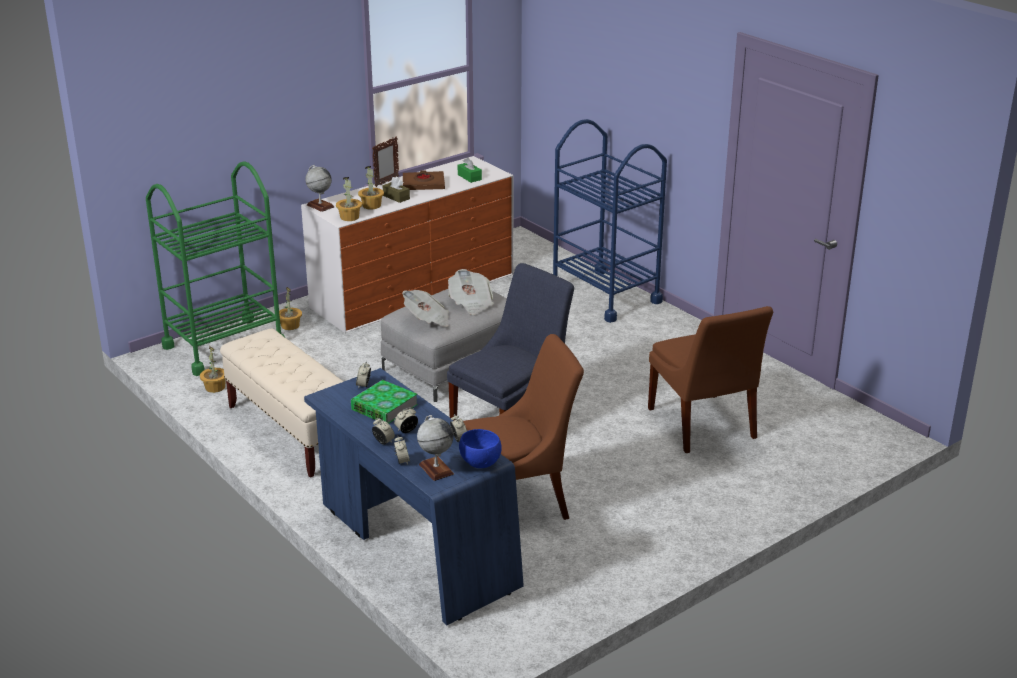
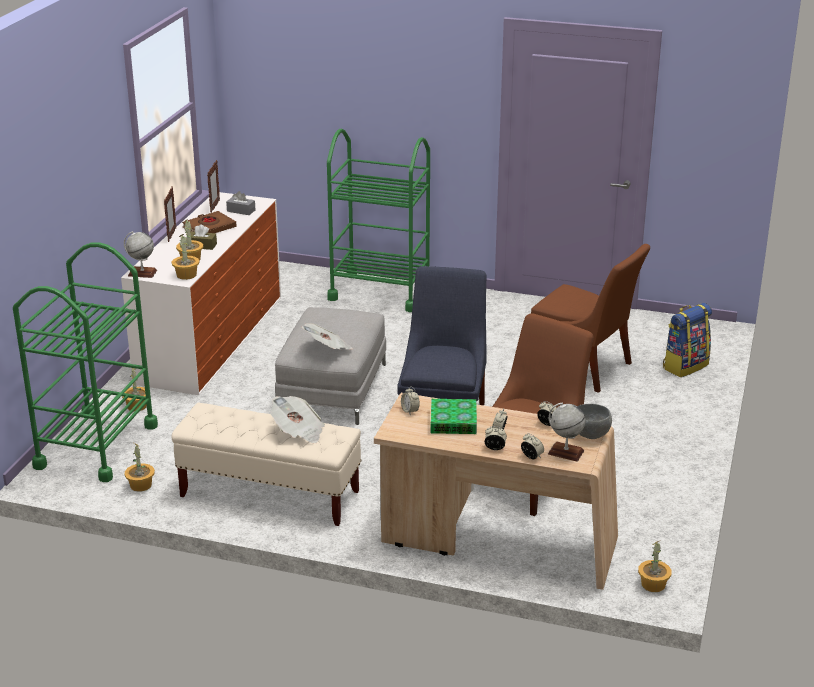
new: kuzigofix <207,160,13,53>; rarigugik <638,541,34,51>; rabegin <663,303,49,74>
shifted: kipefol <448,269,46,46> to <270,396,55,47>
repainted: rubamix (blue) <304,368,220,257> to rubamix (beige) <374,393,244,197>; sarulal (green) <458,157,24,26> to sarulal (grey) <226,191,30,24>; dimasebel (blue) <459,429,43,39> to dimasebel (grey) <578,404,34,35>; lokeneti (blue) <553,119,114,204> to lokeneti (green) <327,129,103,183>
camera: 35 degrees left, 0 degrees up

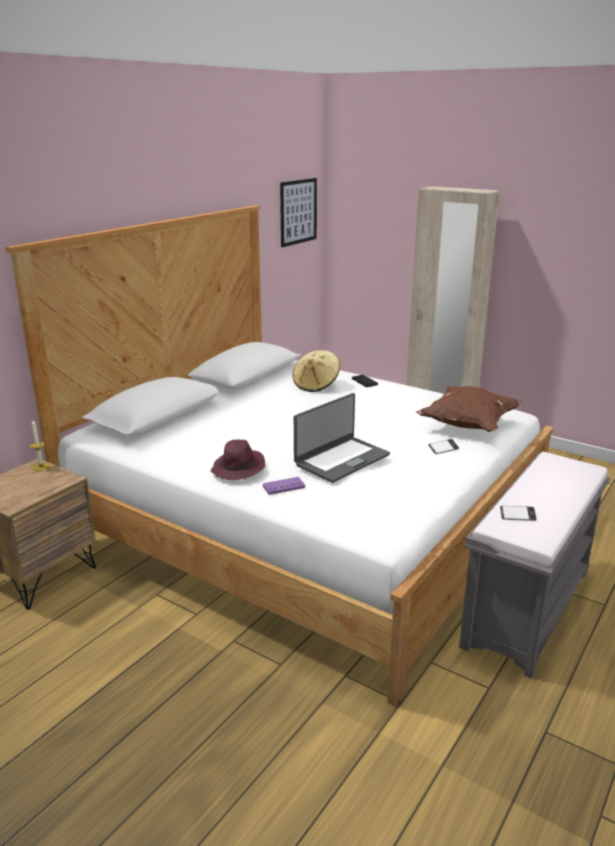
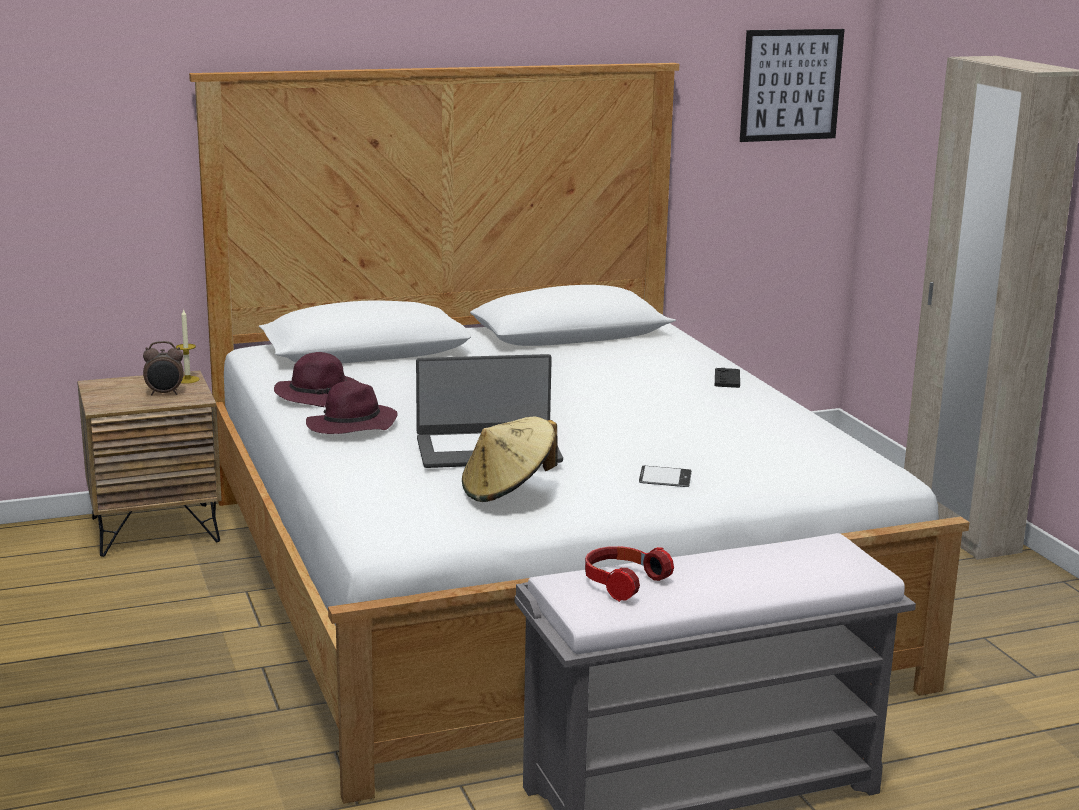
gone: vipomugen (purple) <263,477,42,18>; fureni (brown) <416,386,107,46>
new: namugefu <143,341,41,54>; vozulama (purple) <274,352,84,55>
shifted: vozulama (beige) <292,350,48,42> to <462,417,95,85>
swapped: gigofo <500,506,37,15> to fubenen <585,546,89,56>
camera: 35 degrees right, 5 degrees down

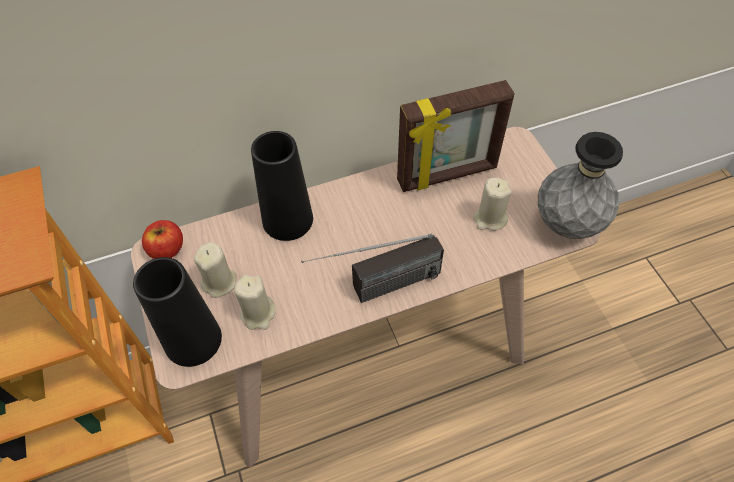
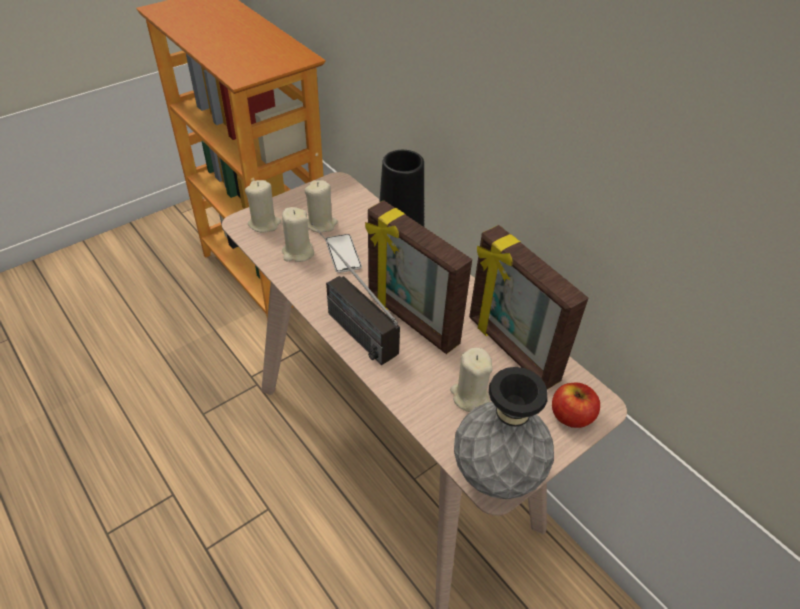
new: gigofo <326,234,36,39>; kuzigofix <365,200,107,154>
shifted: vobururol <142,220,41,39> to <552,382,48,46>
swapped: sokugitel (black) <133,257,89,110> to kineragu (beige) <245,180,36,53>
camera: 70 degrees right, 10 degrees down

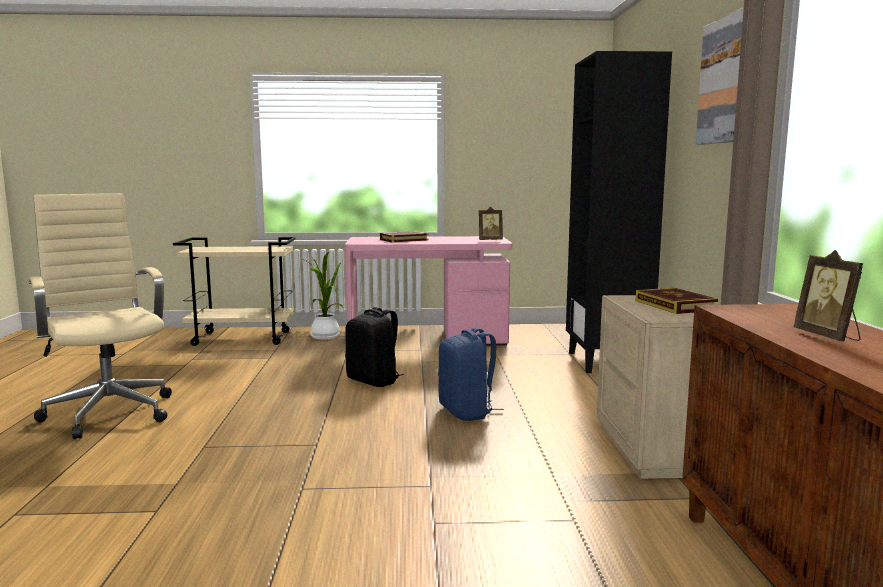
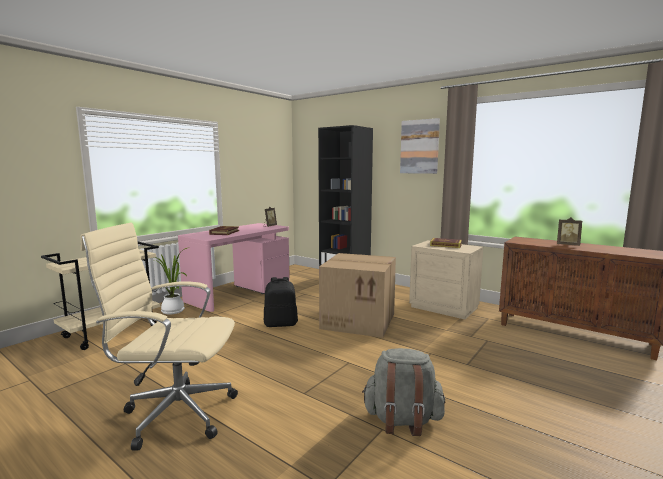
new: rabegin (grey) <362,348,83,88>
swapped: rabegin (blue) <438,327,66,94> to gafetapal <319,253,77,85>
camera: 50 degrees left, 0 degrees up

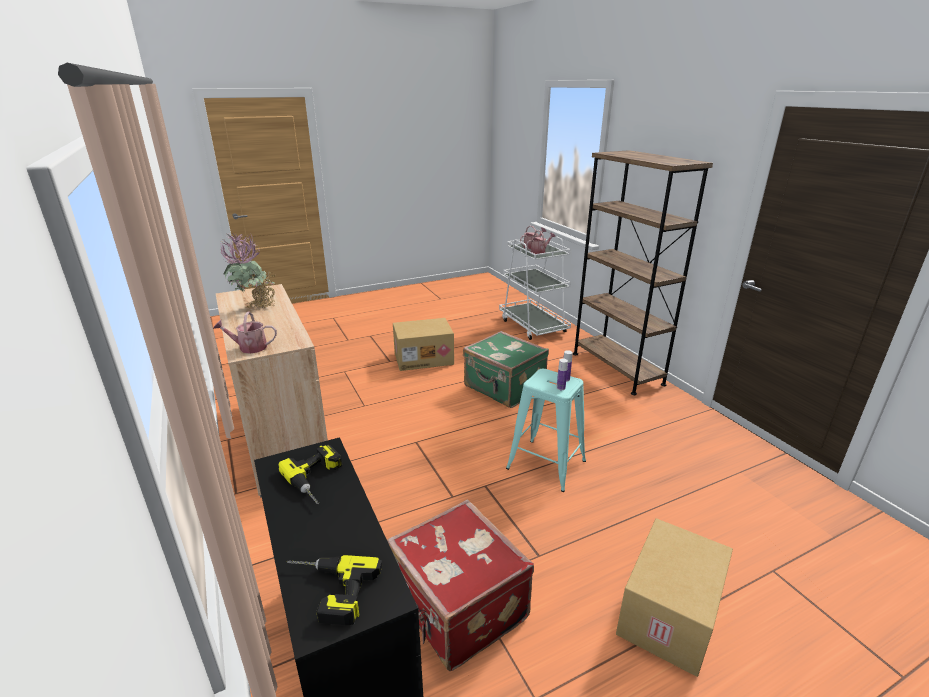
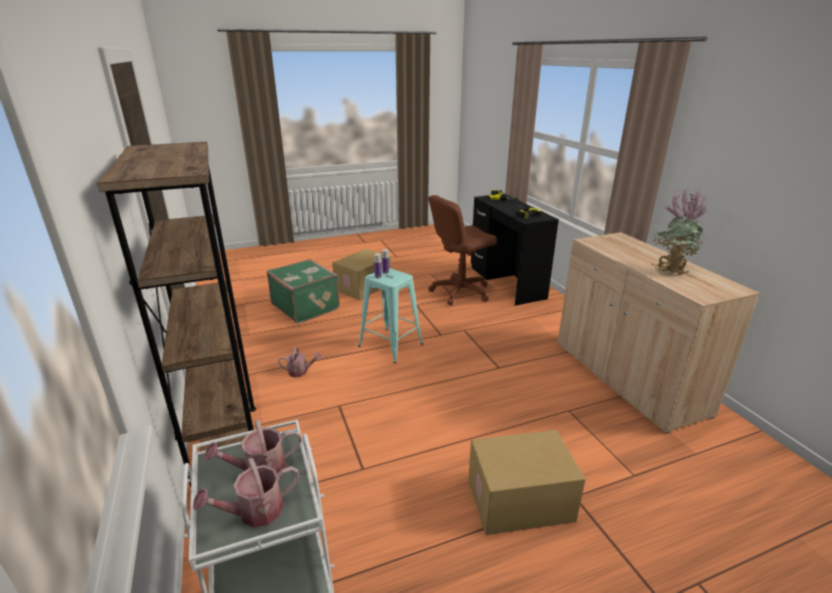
shifted: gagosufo <213,312,64,42> to <278,347,44,31>; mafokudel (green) <463,331,86,77> to <267,259,73,64>
swapped: mafokudel (red) <387,499,147,172> to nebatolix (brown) <428,195,69,110>
camera: 175 degrees left, 0 degrees up

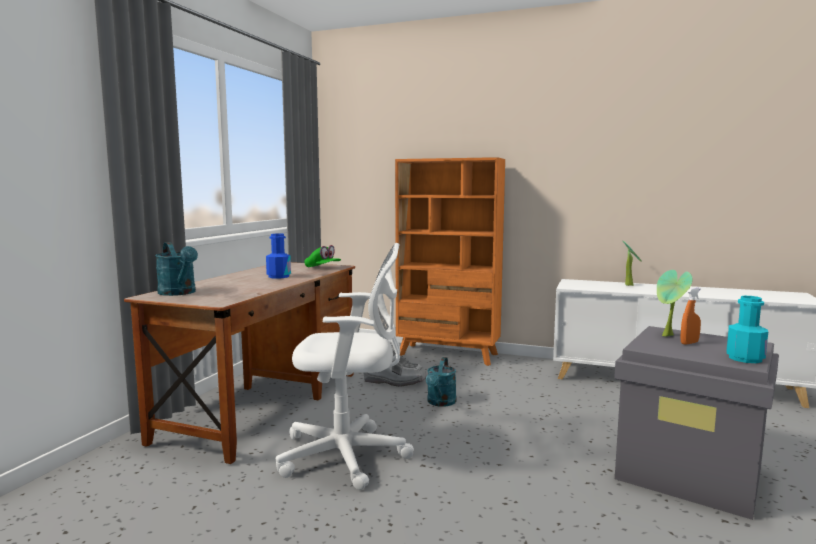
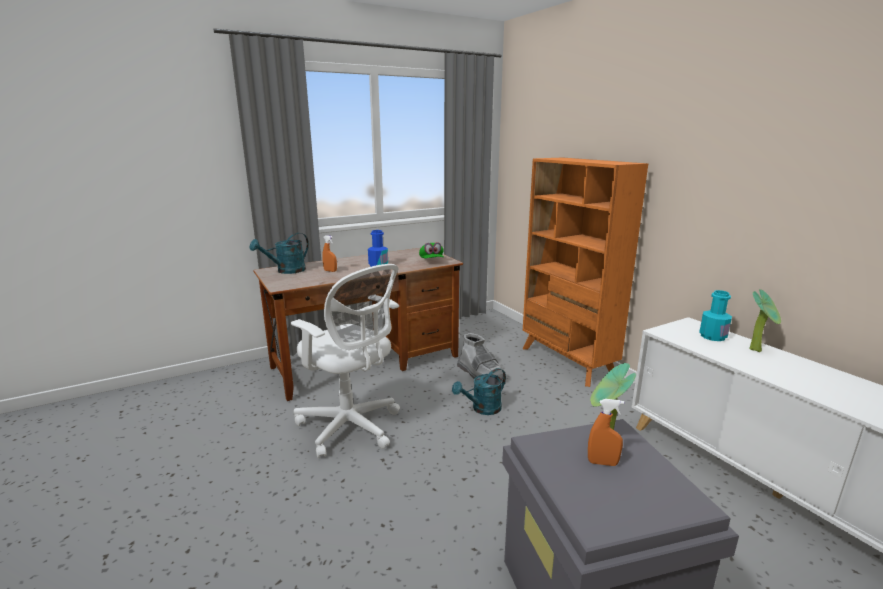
new: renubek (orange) <322,235,15,37>
shifted: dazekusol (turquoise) <726,296,42,67> to <699,290,33,51>
rotated: gagosufo (turquoise) <155,242,43,54> = <250,233,59,41> 45 degrees clockwise
camera: 40 degrees right, 10 degrees up

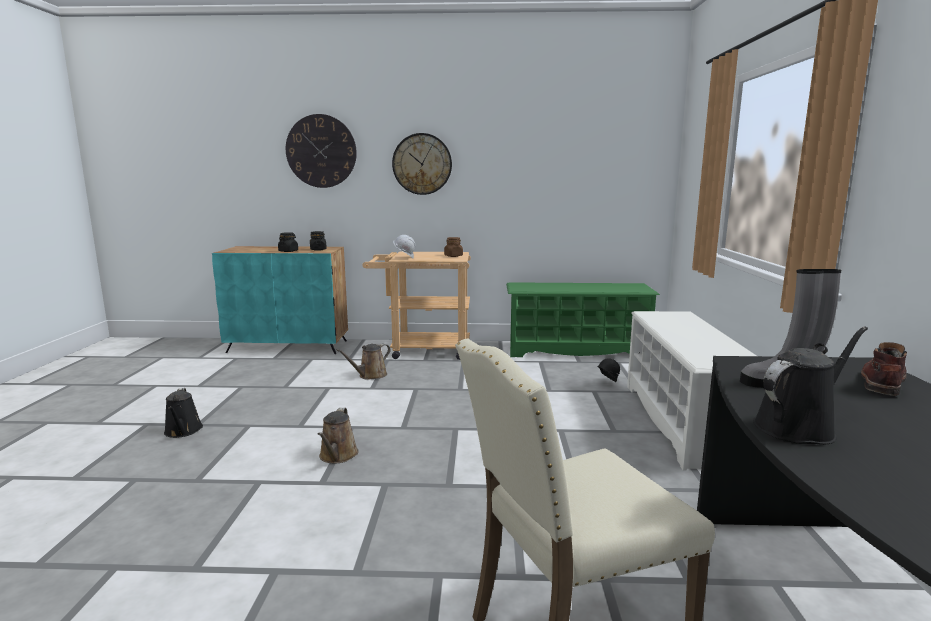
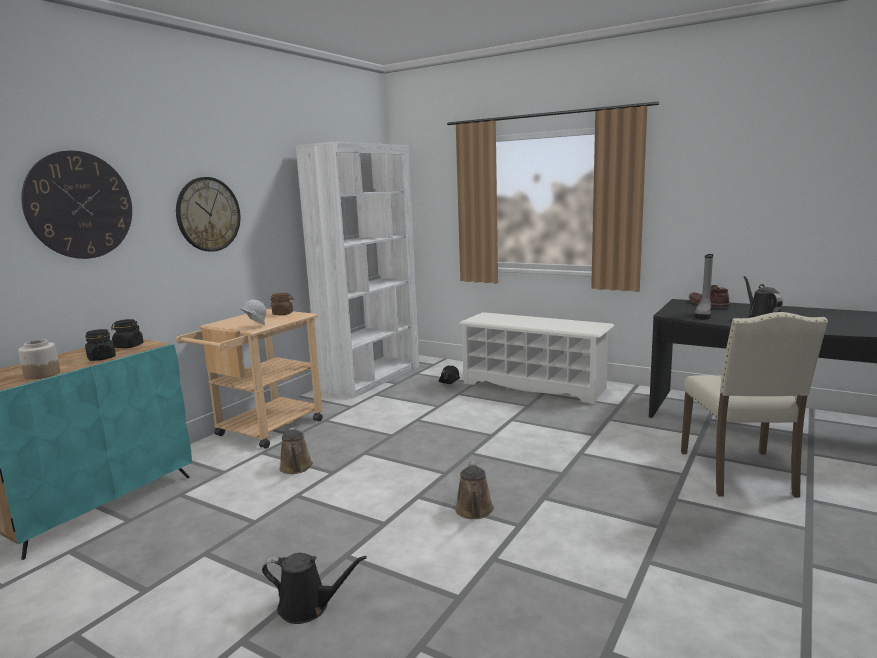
new: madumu <18,340,42,39>
swapped: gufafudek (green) <506,282,154,75> to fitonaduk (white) <296,142,123,256>
rotated: gagosufo (brown) <317,408,42,55> = <455,461,39,58> 60 degrees clockwise
camera: 60 degrees left, 0 degrees up

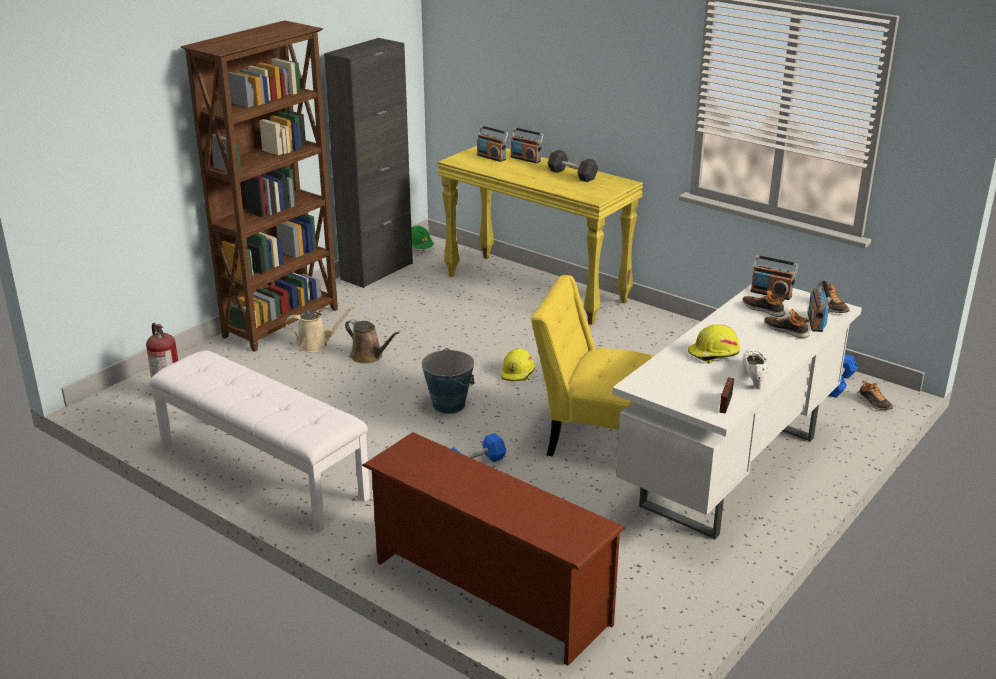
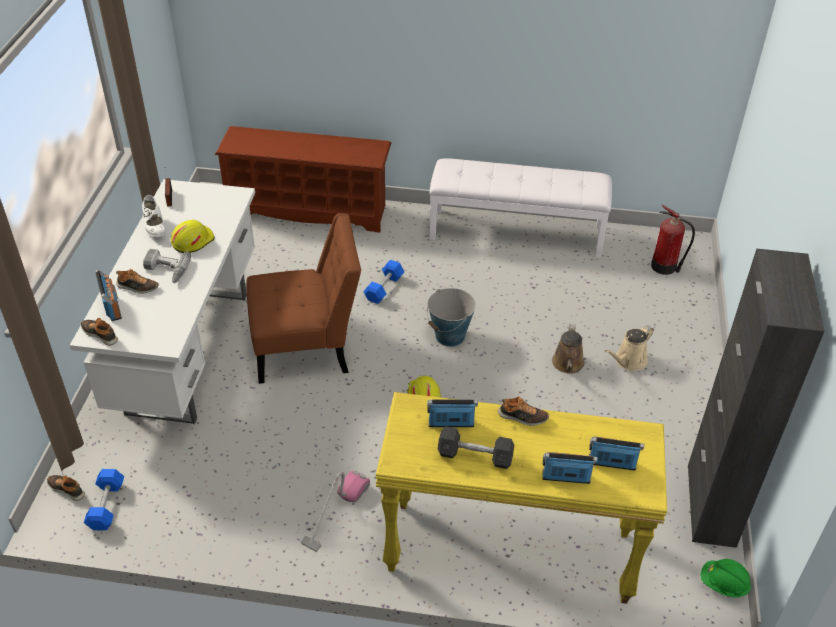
gone: fitonaduk (brown) <181,20,157,332>
new: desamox <143,249,48,34>; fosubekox <301,471,69,81>
shifted: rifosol <742,289,43,28> to <498,397,51,29>; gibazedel <750,255,48,45> to <427,399,51,28>
repainted: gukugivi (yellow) <531,275,124,181> to gukugivi (brown) <246,213,115,171>
rotated: gagosufo (brown) <345,319,54,45> = <552,324,33,50> 90 degrees counterclockwise
camera: 150 degrees right, 15 degrees up

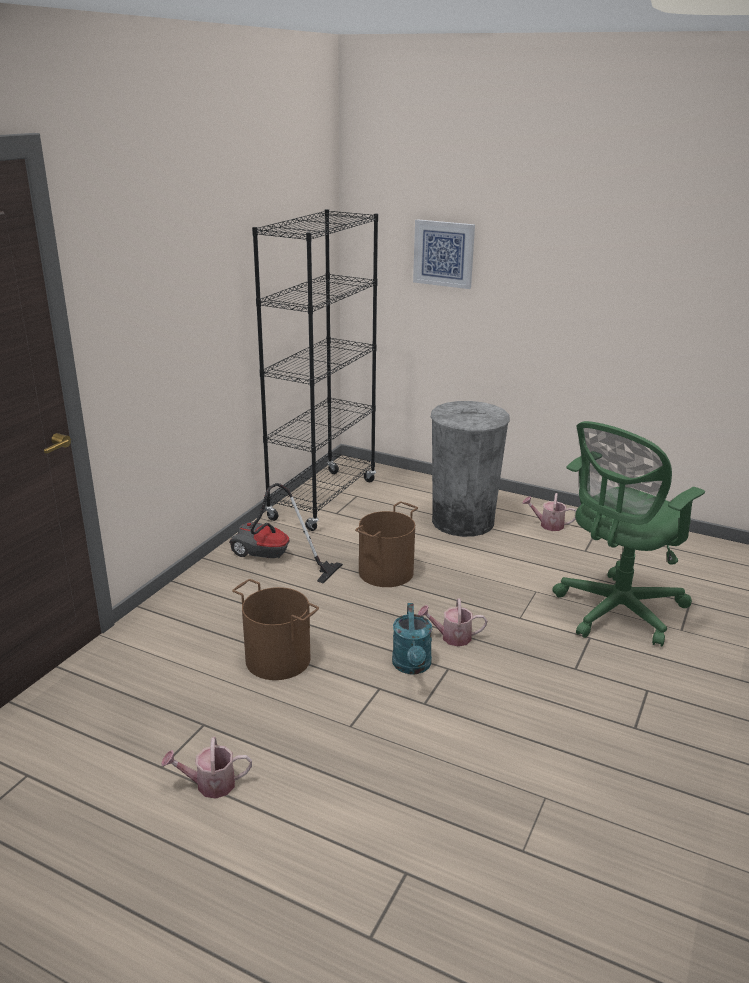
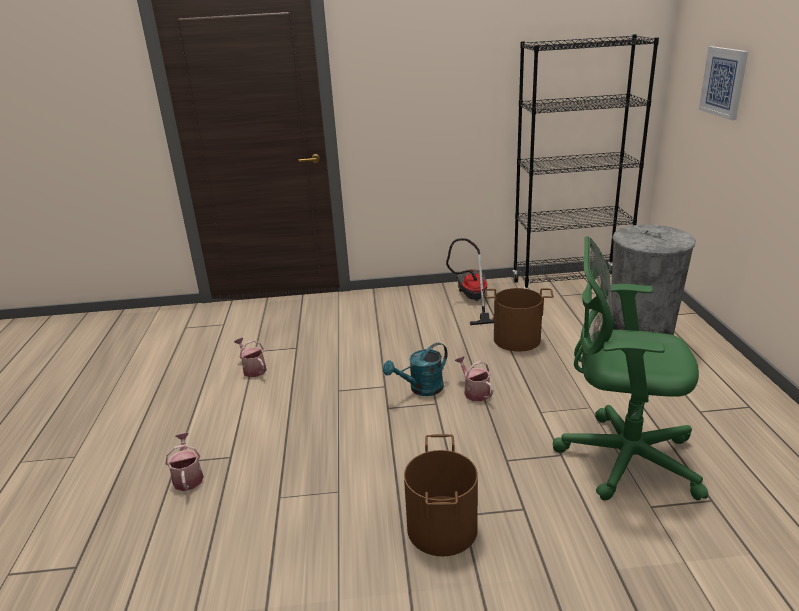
shifted: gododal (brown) <232,579,87,101> to <404,434,74,122>; gagosufo <522,493,54,38> to <165,433,39,58>
camera: 60 degrees right, 0 degrees up

